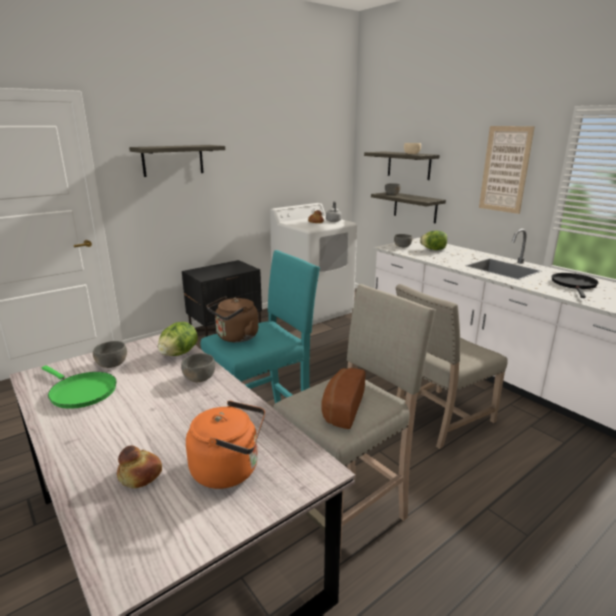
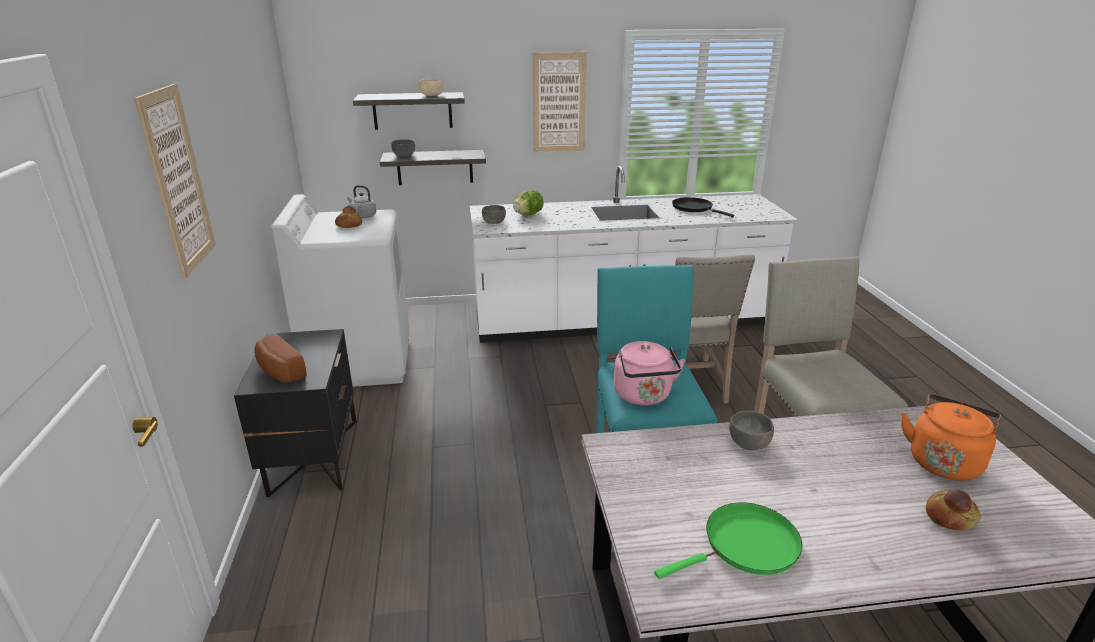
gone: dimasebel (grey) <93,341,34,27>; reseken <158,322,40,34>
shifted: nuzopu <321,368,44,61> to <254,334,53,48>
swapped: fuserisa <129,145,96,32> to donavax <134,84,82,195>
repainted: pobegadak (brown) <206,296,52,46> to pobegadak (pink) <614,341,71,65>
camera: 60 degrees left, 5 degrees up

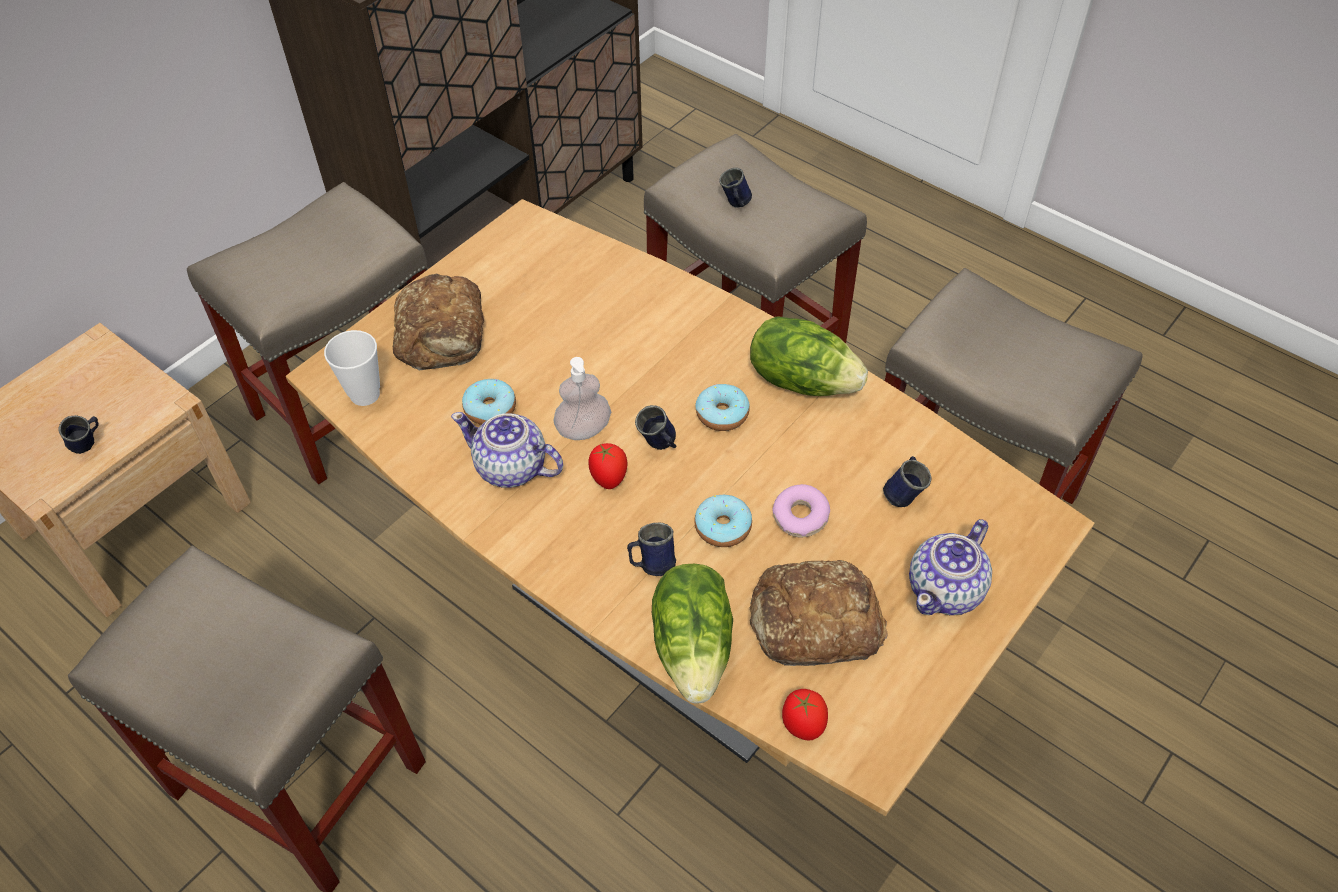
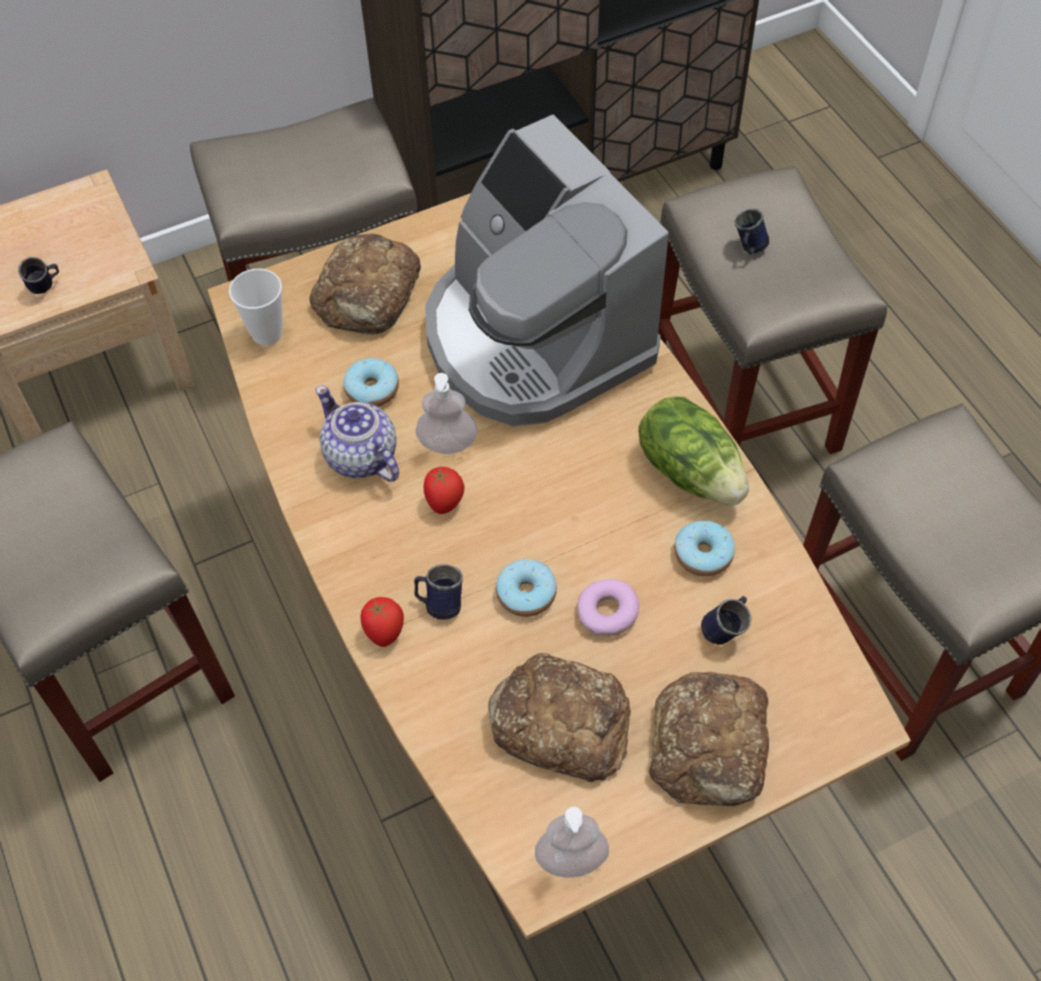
gone: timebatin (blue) <635,405,42,45>; reseken <652,564,81,139>
new: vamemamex <425,114,244,312>; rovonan <535,807,74,71>
shifted: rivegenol <695,384,54,47> to <674,521,61,55>; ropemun <782,689,46,51> to <360,597,44,50>
swapped: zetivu <909,519,83,96> to nuzopu <649,672,120,135>
camera: 25 degrees right, 5 degrees up

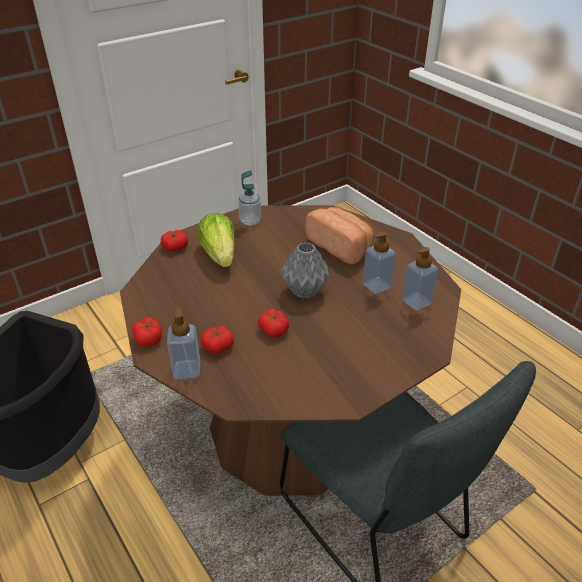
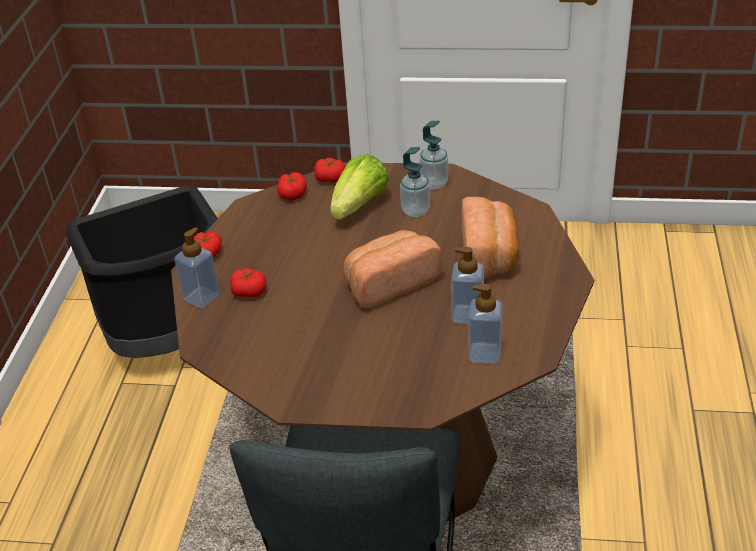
new: rovonan <400,147,30,70>
shifted: ropemun <258,309,31,28> to <277,172,30,28>
swapped: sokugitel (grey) <281,242,48,57> to nuzopu <343,230,99,78>
camera: 45 degrees right, 0 degrees up

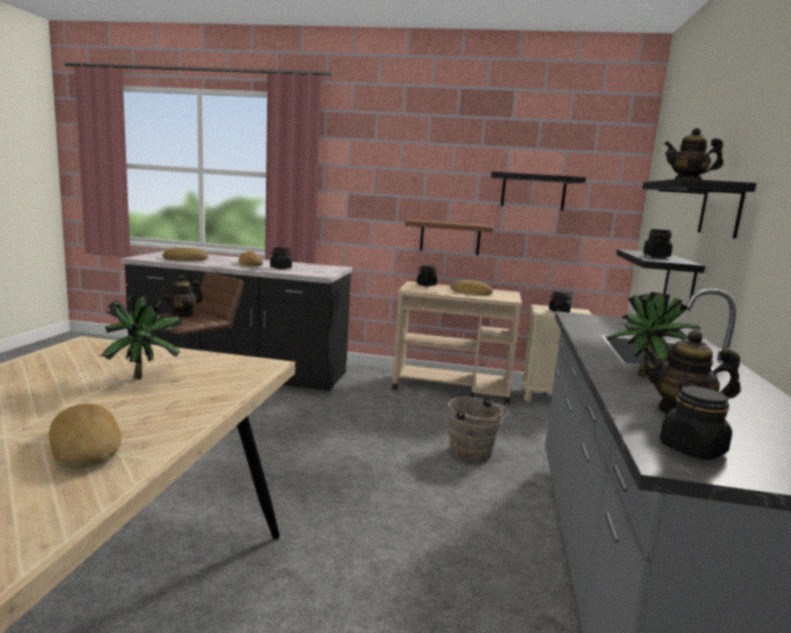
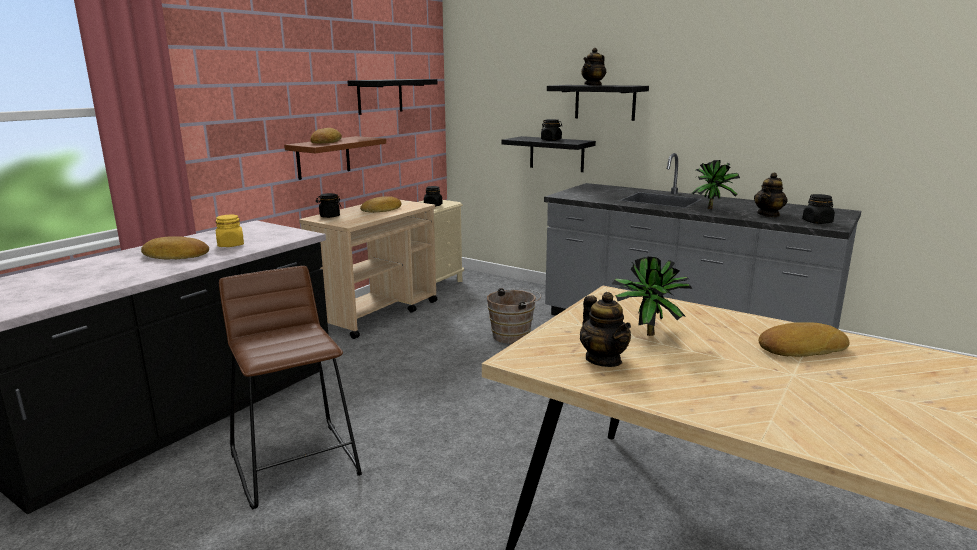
shifted: zetivu <160,275,43,42> to <580,292,51,75>; nuzopu <162,248,46,13> to <310,128,32,16>
repainted: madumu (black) <270,247,22,22> to madumu (yellow) <215,215,29,32>
camera: 65 degrees left, 5 degrees up

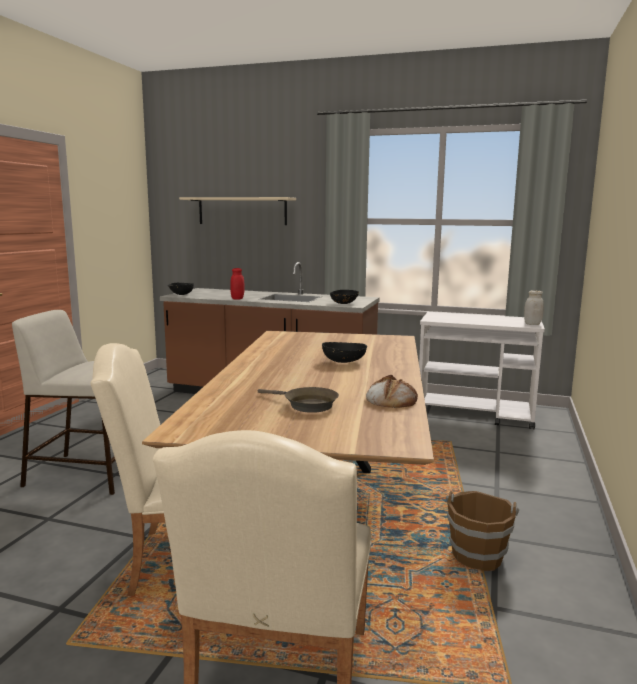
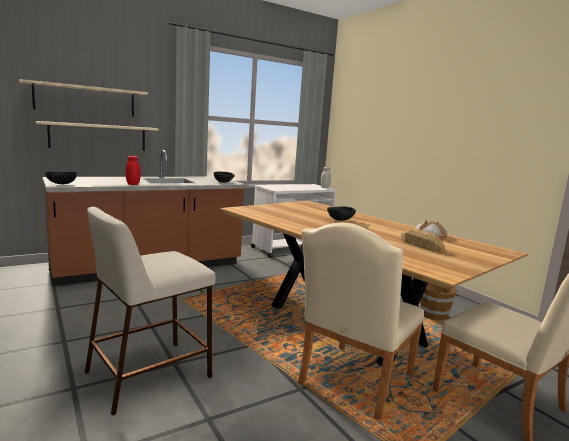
new: fuserisa (beige) <36,121,123,30>
swapped: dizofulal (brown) <258,387,81,26> to nuzopu <401,229,44,24>
camera: 50 degrees left, 0 degrees up

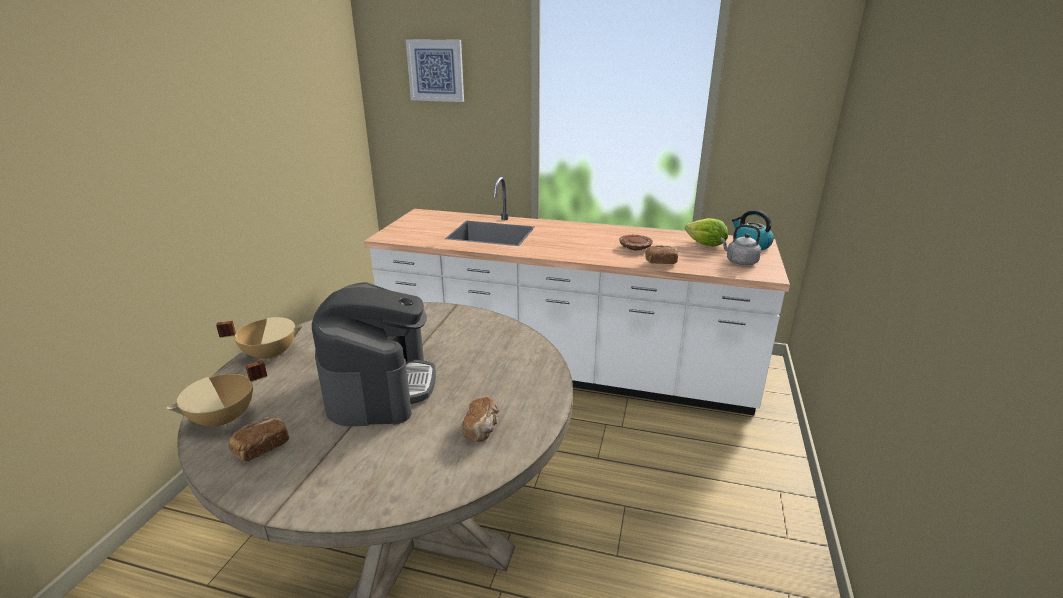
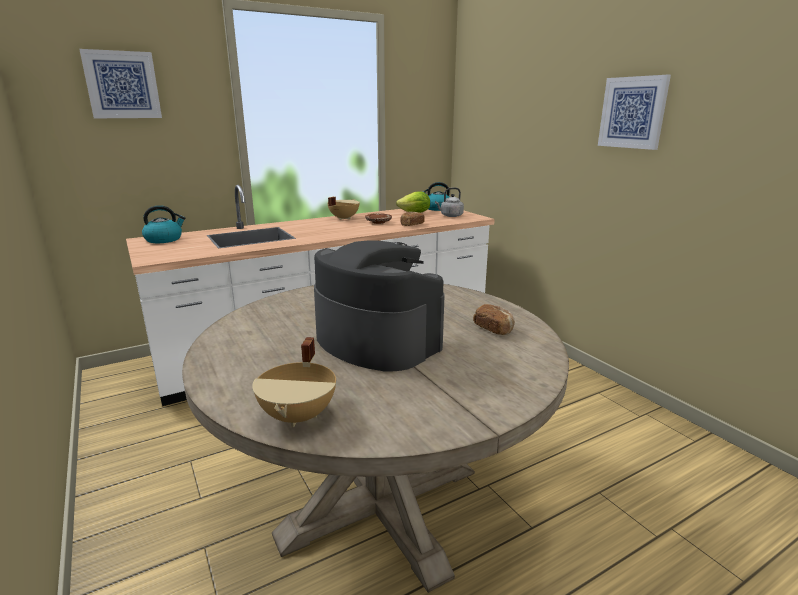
gone: nuzopu <229,417,60,44>
new: pobegadak <142,205,44,38>; donavax <598,75,73,75>
shifted: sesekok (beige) <216,317,87,45> to <327,197,33,23>
camera: 45 degrees left, 5 degrees down

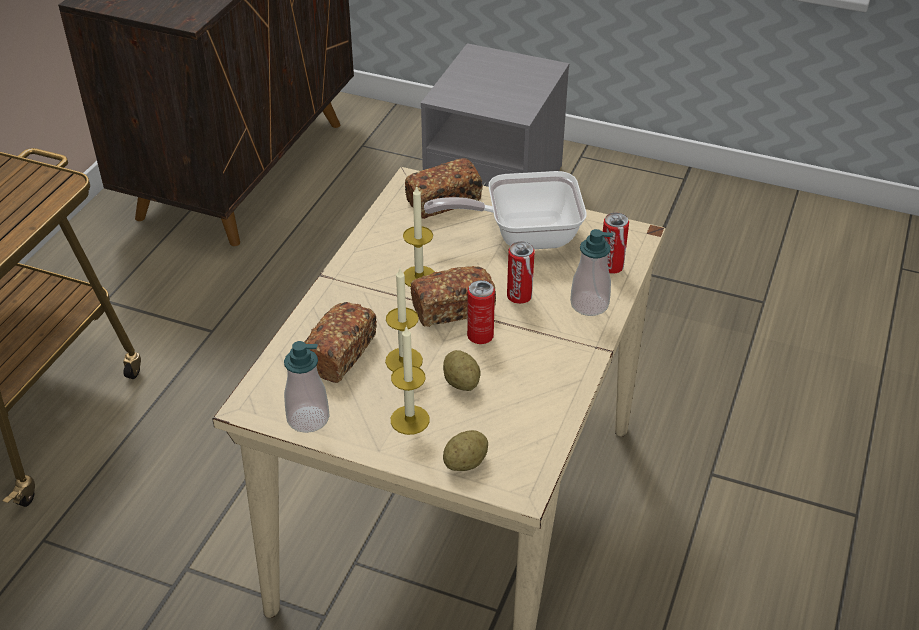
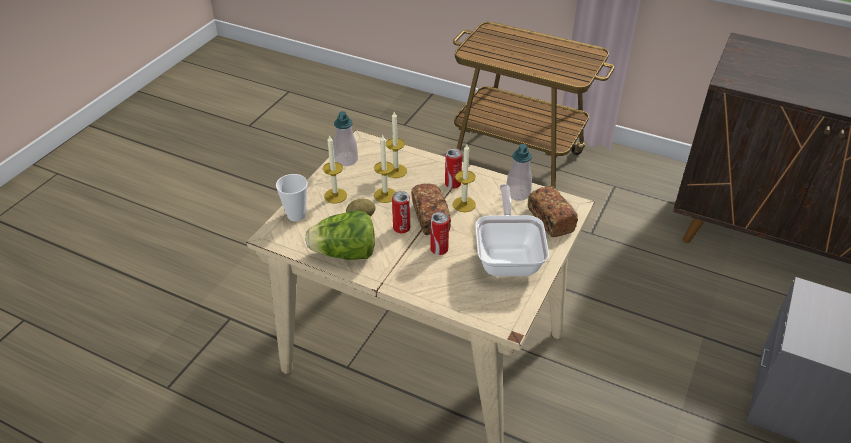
new: reseken <305,210,70,50>
shifted: rovonan <570,229,43,87> to <506,144,26,57>; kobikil <603,213,26,61> to <445,148,17,40>
swapped: nuzopu <305,302,72,81> to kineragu <386,112,21,66>; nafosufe <443,430,45,41> to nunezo <276,174,32,47>
camera: 95 degrees right, 0 degrees up

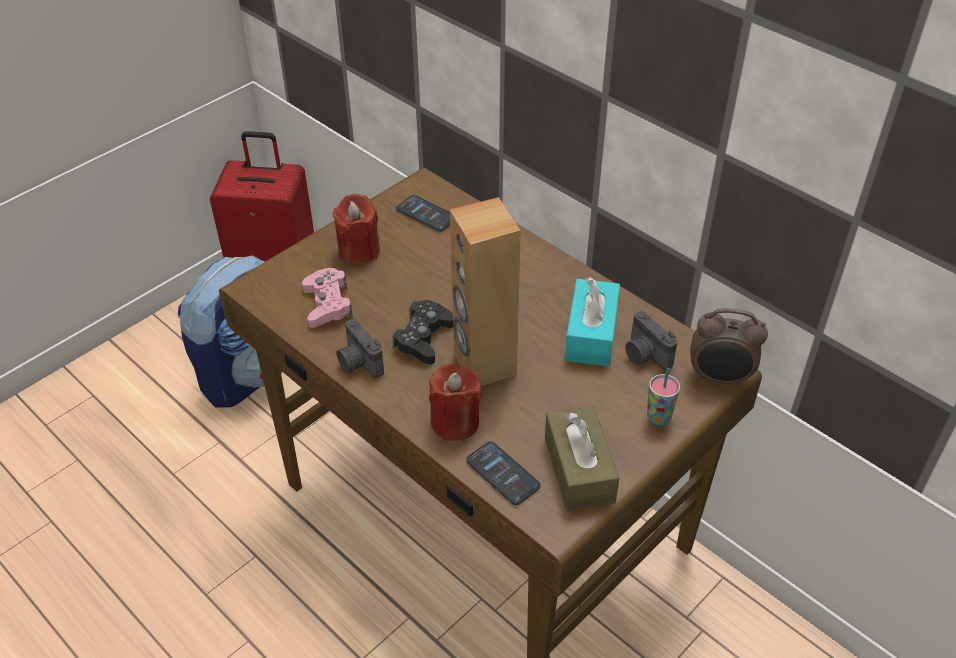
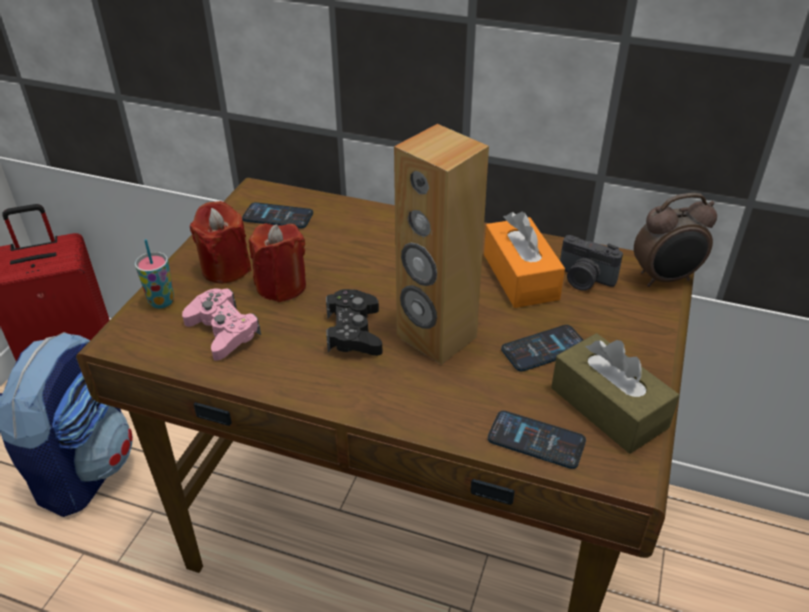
gone: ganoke <336,319,48,59>
new: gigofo <501,325,82,47>
shifted: kineragu (red) <429,364,52,77> to <249,223,57,79>; nunezo <647,368,33,57> to <135,239,39,69>
repainted: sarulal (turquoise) <565,277,55,89> to sarulal (orange) <484,212,81,96>
camera: 25 degrees left, 5 degrees down

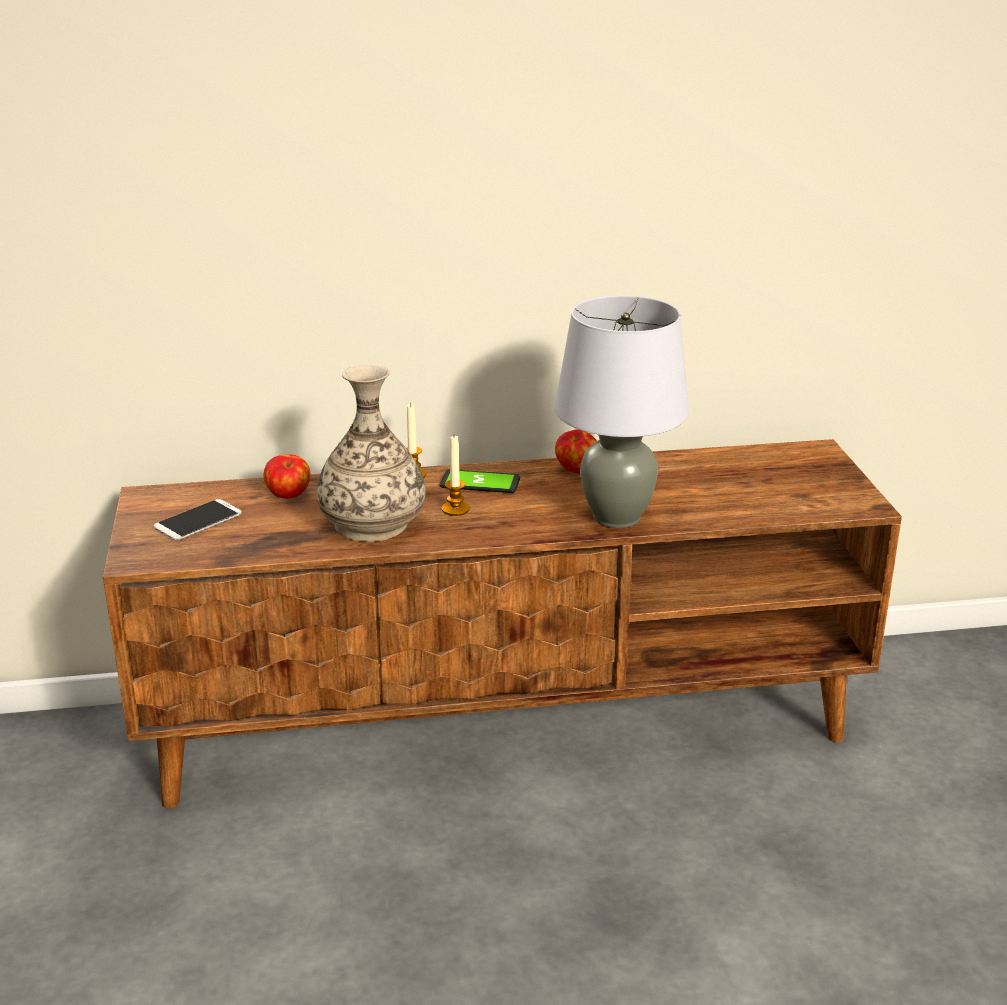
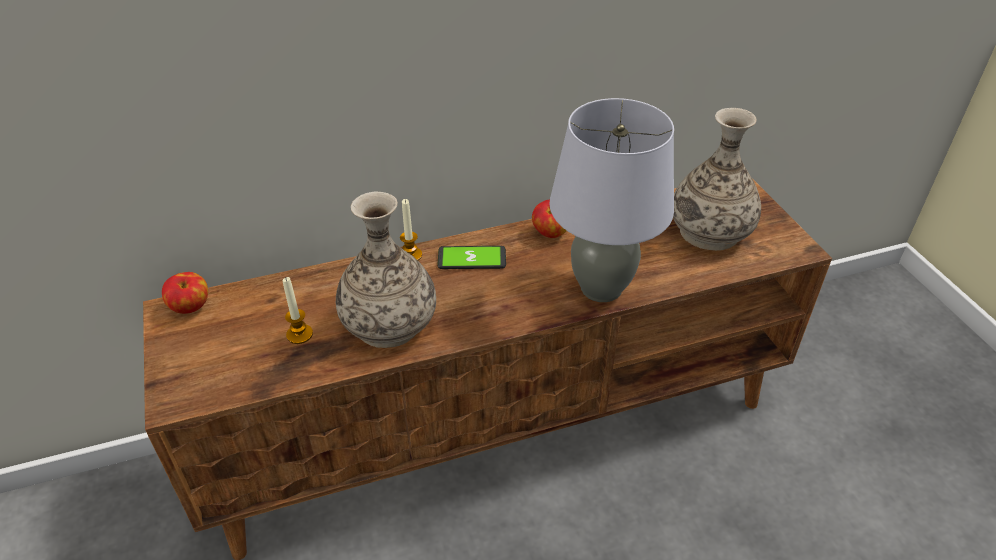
gone: gigofo <154,499,88,41>
new: sokugitel <673,108,88,143>
shifted: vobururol <264,455,46,44> to <162,272,46,42>; kineragu <442,436,27,80> to <283,277,30,67>
camera: 10 degrees left, 15 degrees up

